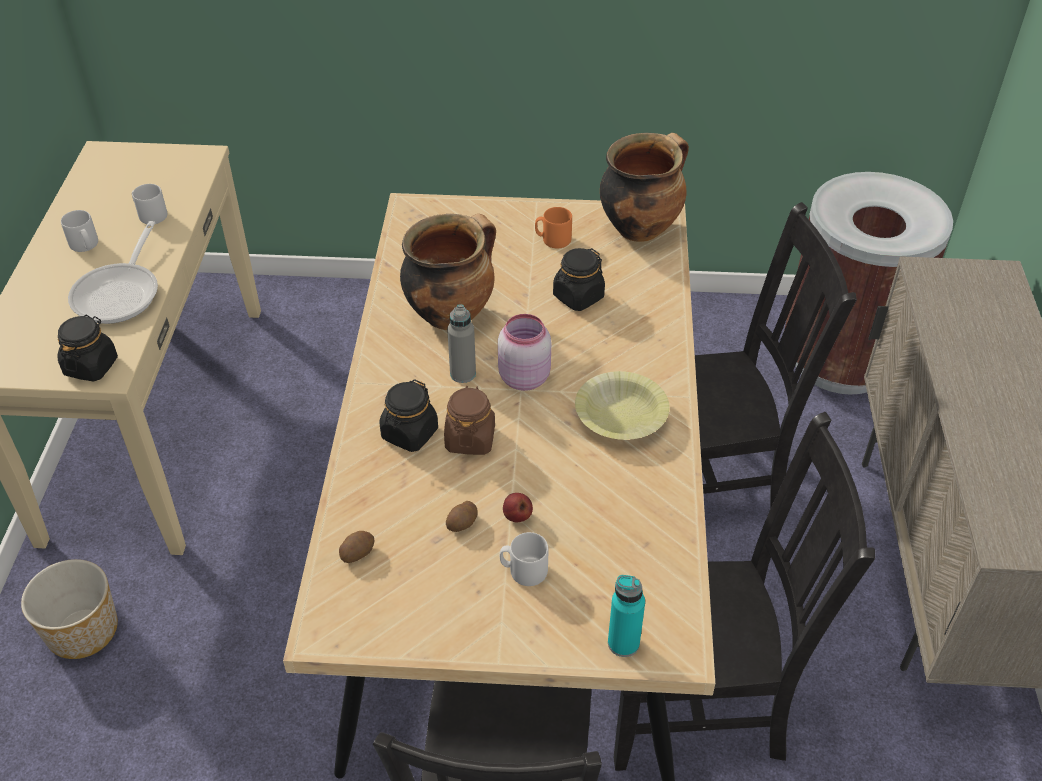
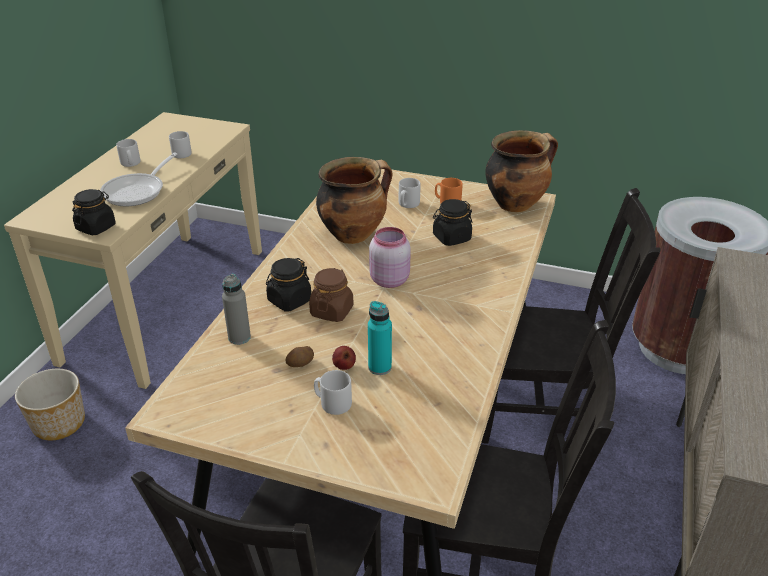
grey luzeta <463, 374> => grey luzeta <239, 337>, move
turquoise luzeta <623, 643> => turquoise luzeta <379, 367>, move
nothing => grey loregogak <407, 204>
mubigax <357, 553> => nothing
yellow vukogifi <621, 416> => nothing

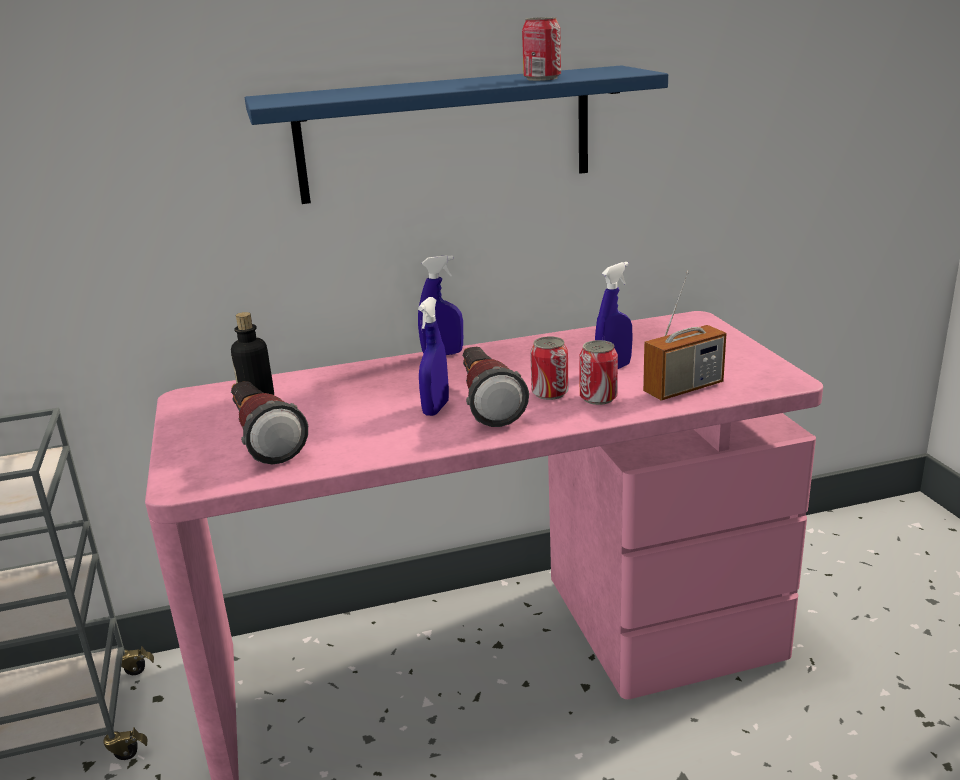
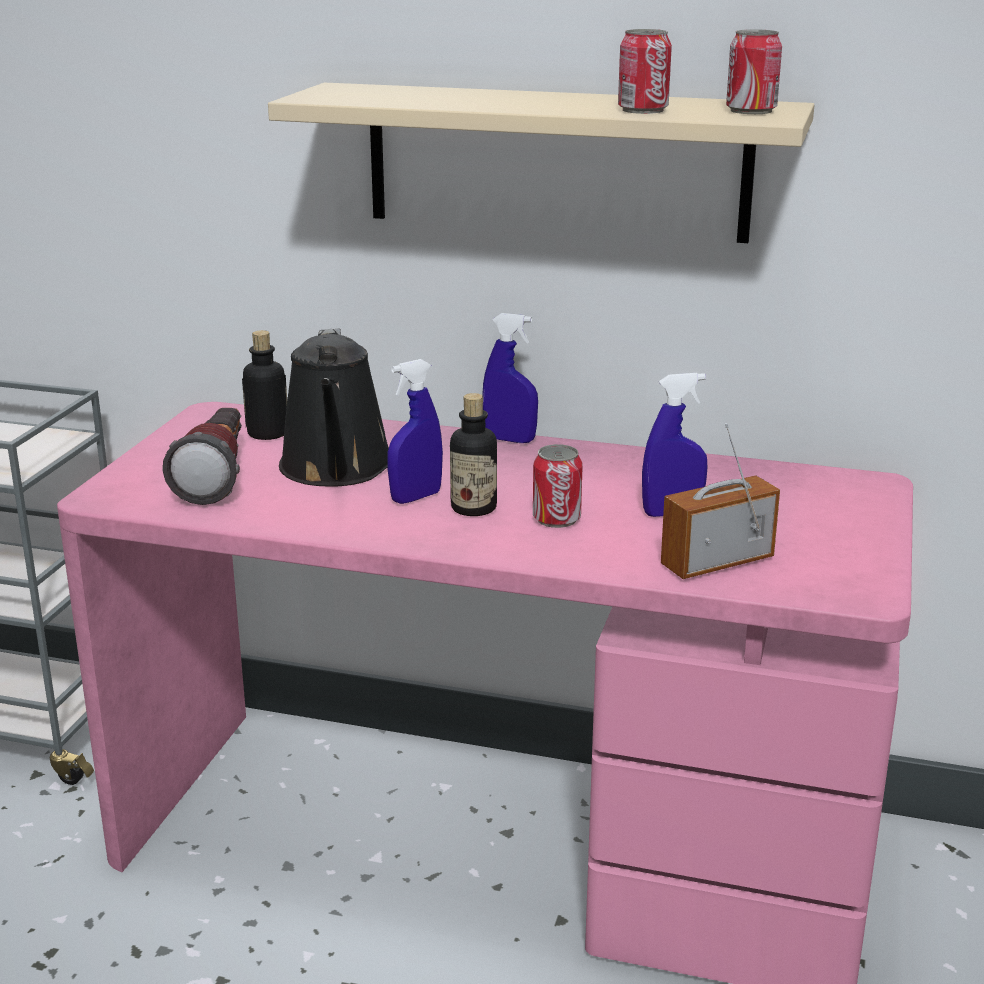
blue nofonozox <445, 134> => beige nofonozox <556, 162>
nothing => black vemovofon <336, 469>
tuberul <486, 403> => luzeta <473, 508>
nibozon <683, 388> => nibozon <717, 562>, 150 degrees clockwise
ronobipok <598, 398> => ronobipok <751, 111>, move

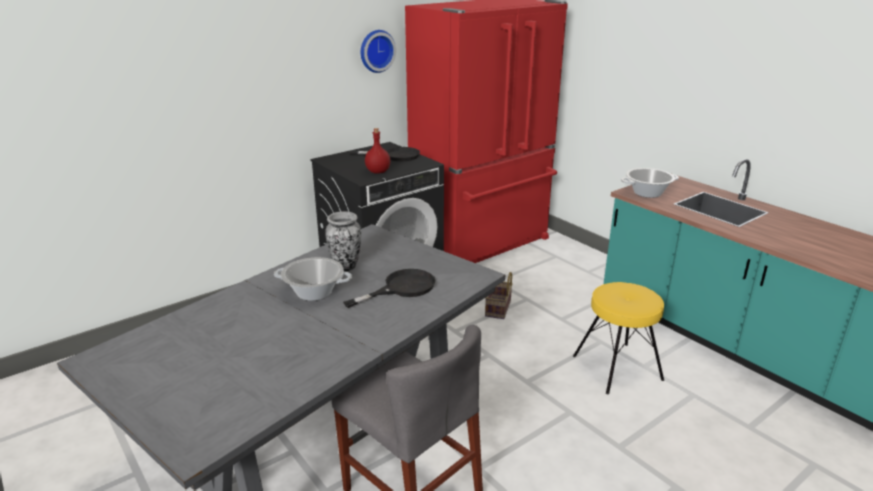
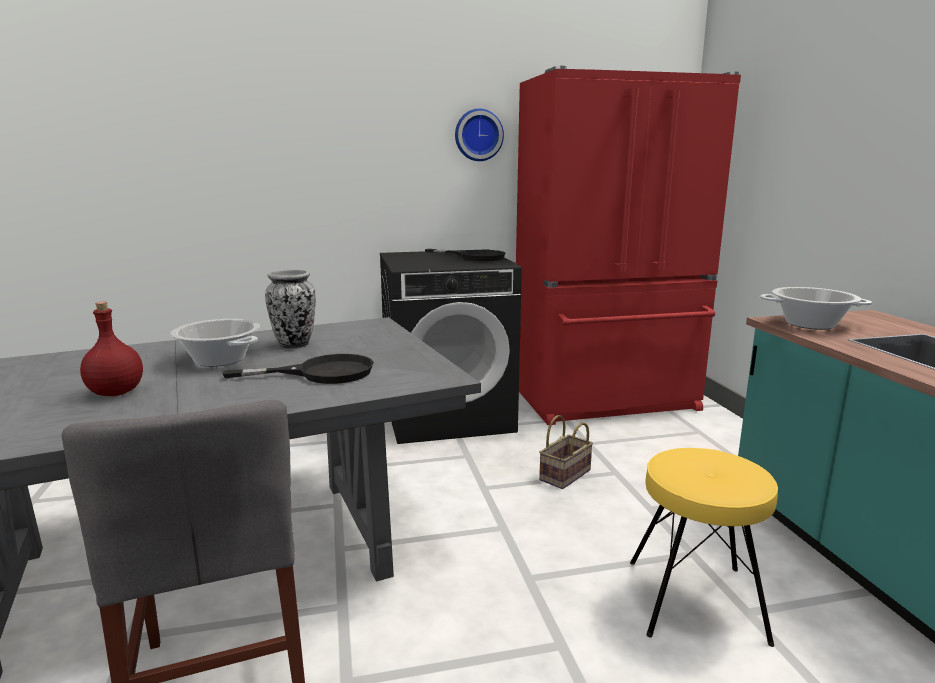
red luzeta <378, 171> => red luzeta <117, 392>, move

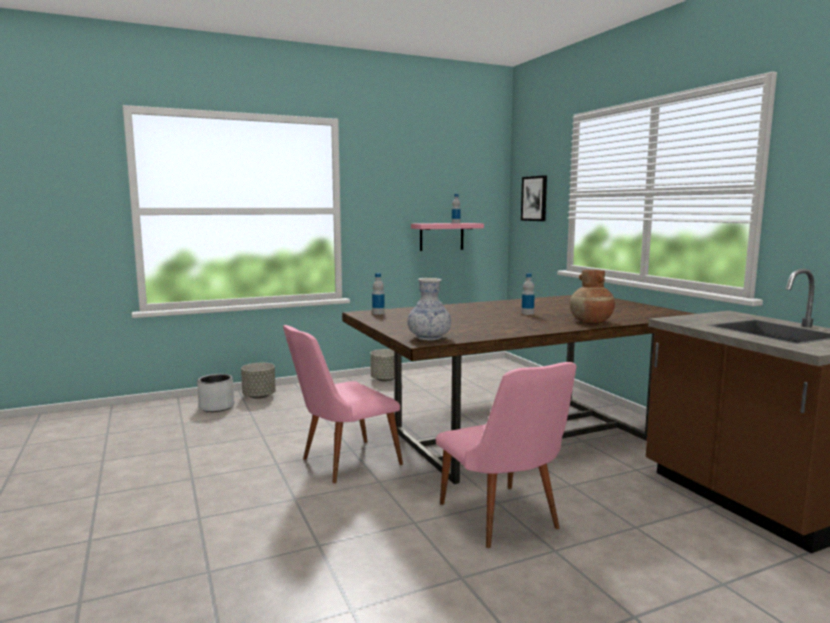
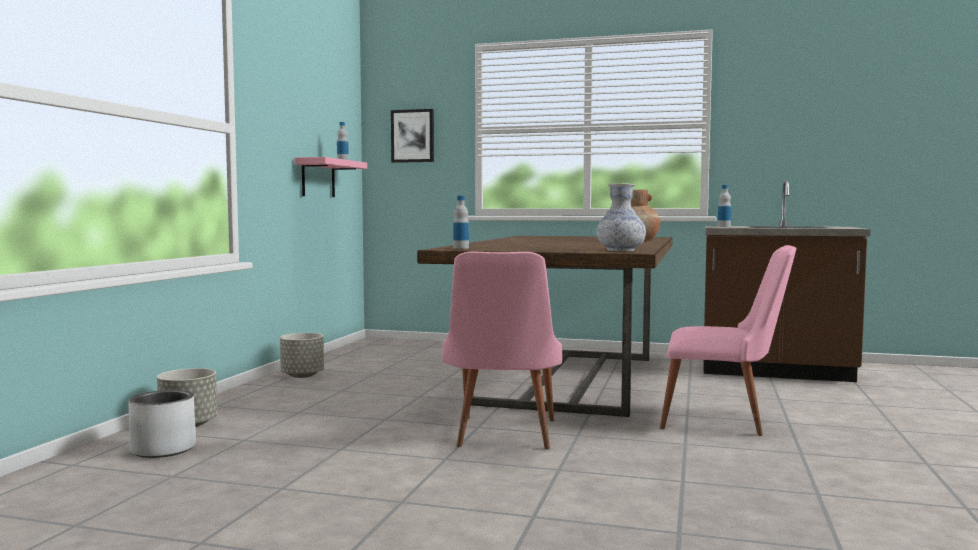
luzeta <527, 313> => luzeta <724, 226>, move

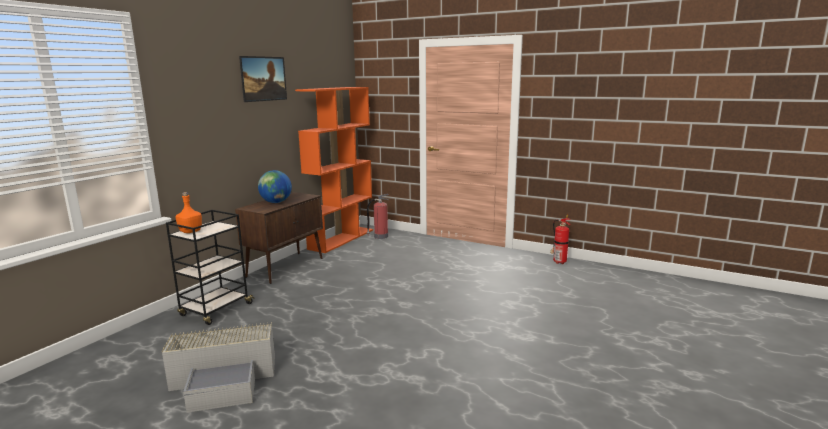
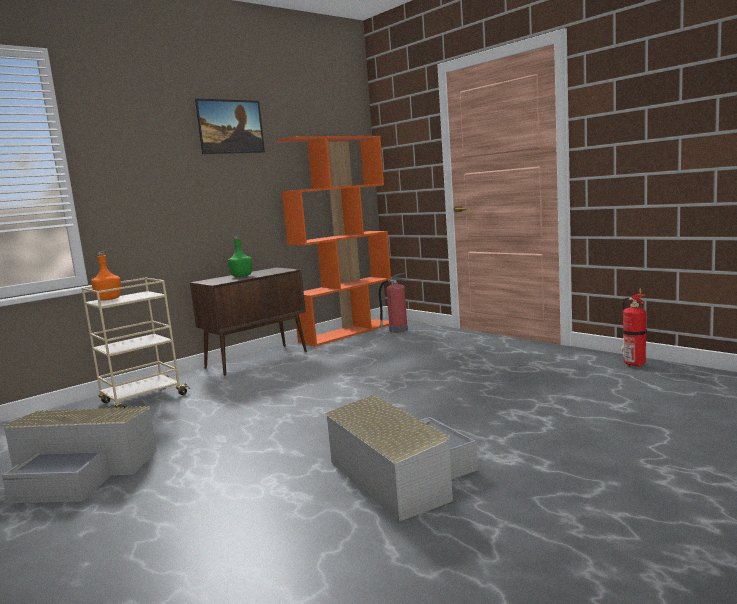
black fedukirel <216, 310> => beige fedukirel <142, 399>
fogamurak <276, 202> => green luzeta <241, 276>
nothing => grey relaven <400, 474>

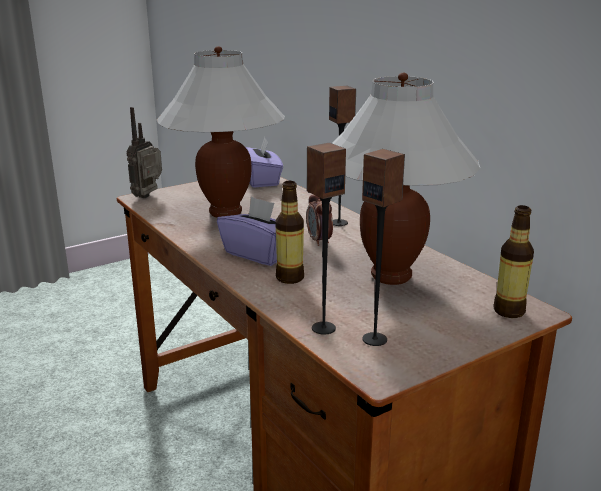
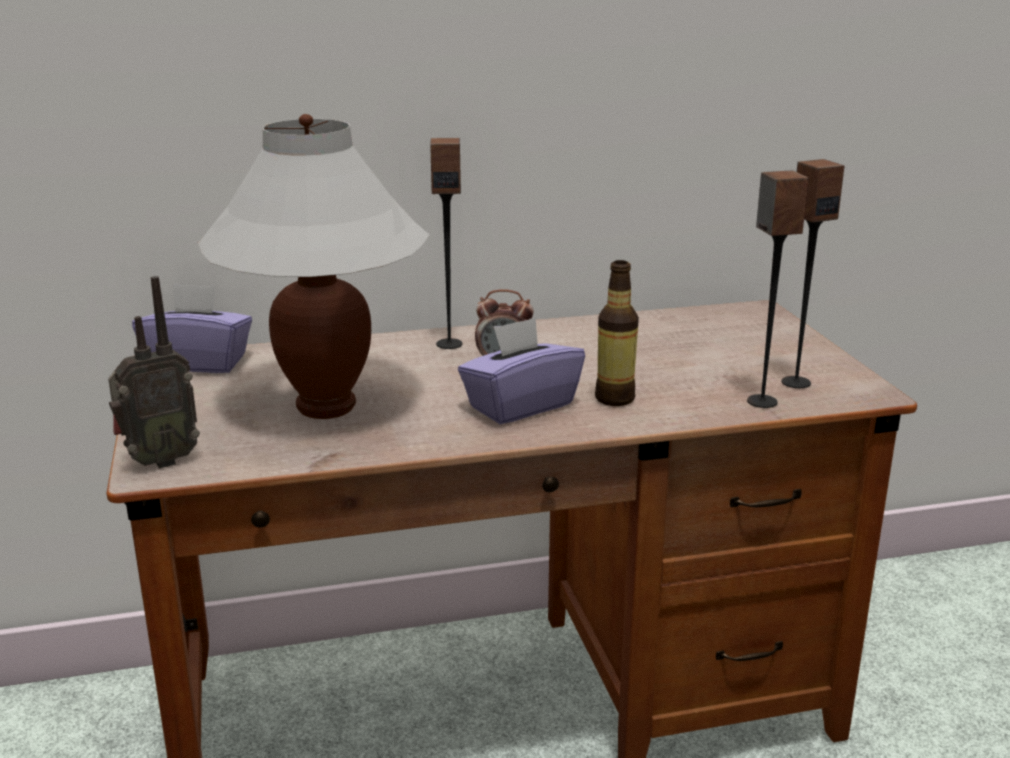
nibozon <149, 196> => nibozon <158, 461>, 75 degrees counterclockwise
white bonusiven <390, 276> => nothing
luzeta <509, 311> => nothing

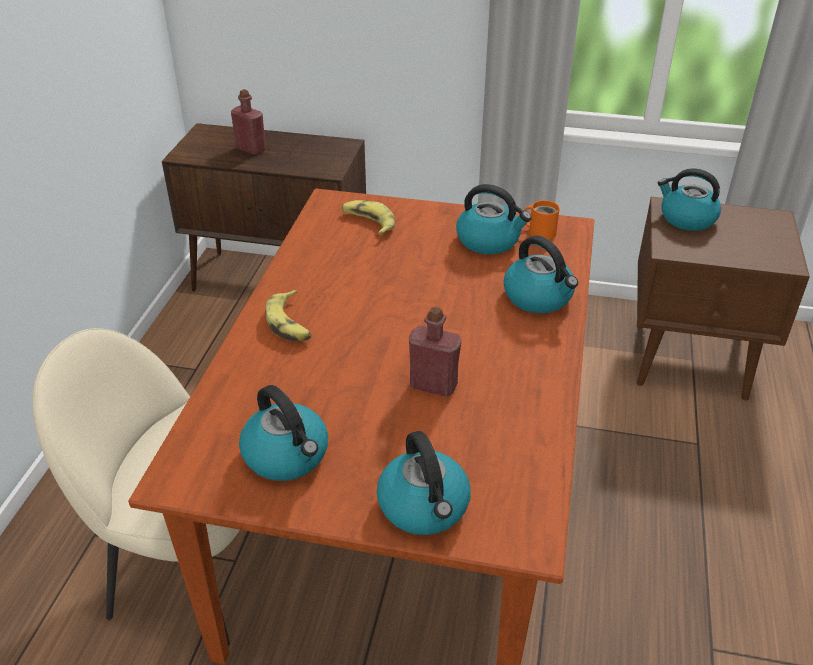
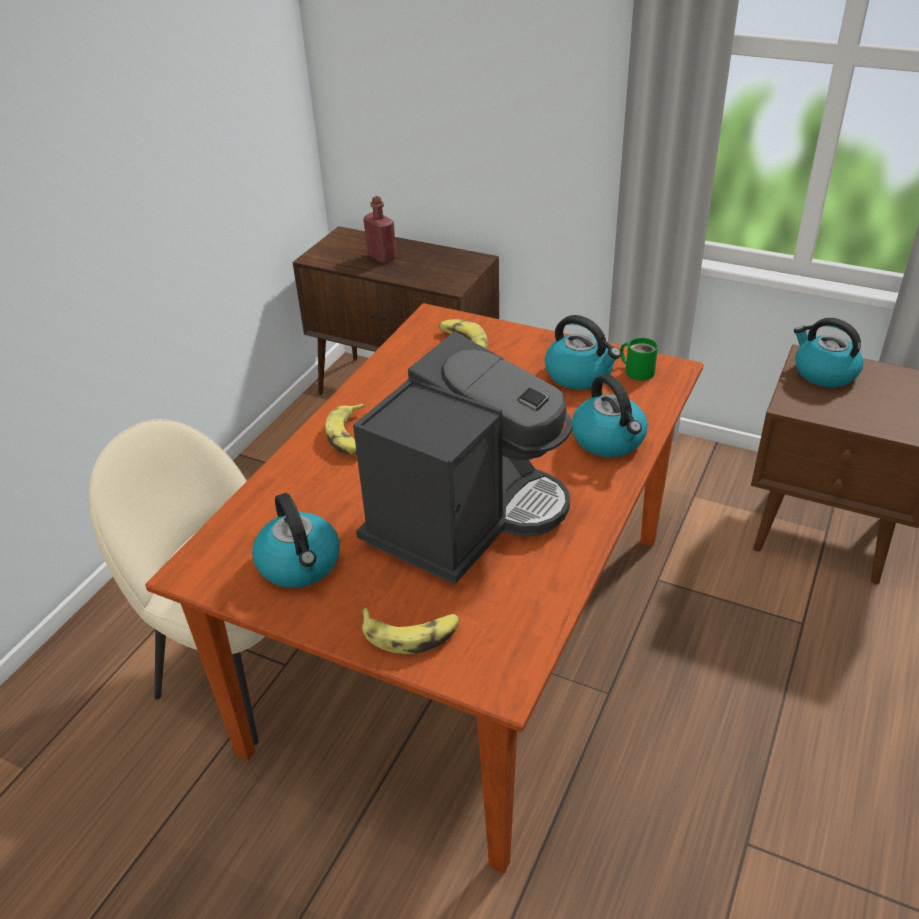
red luzeta <433, 385> => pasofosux <465, 516>
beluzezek <424, 507> => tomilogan <411, 634>
orange loregogak <540, 232> => green loregogak <638, 371>

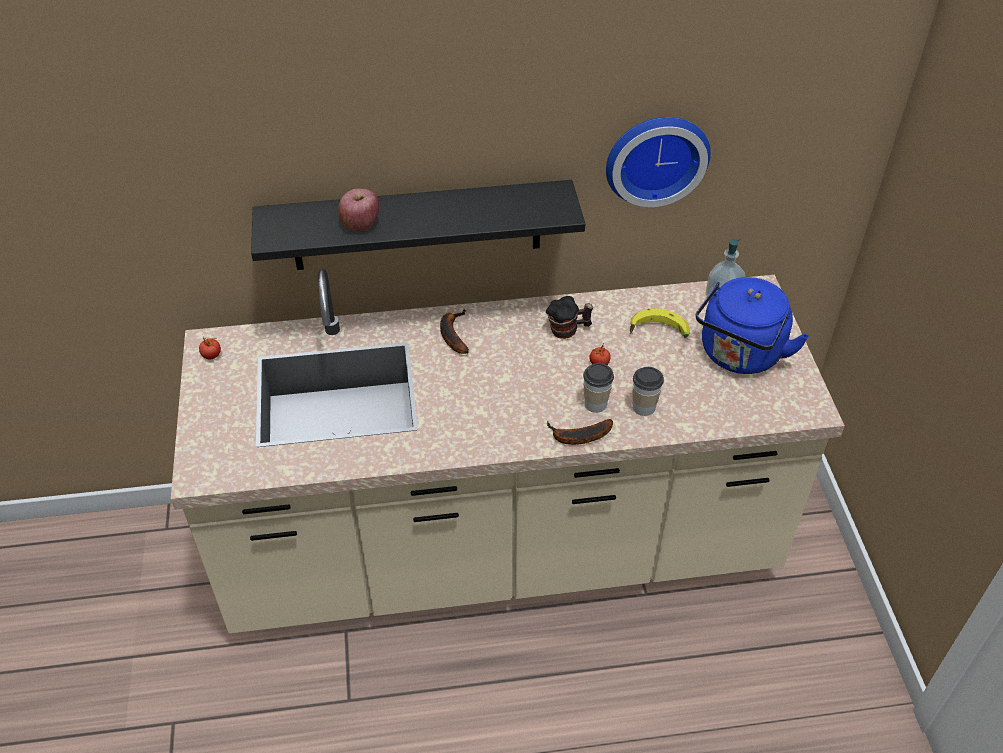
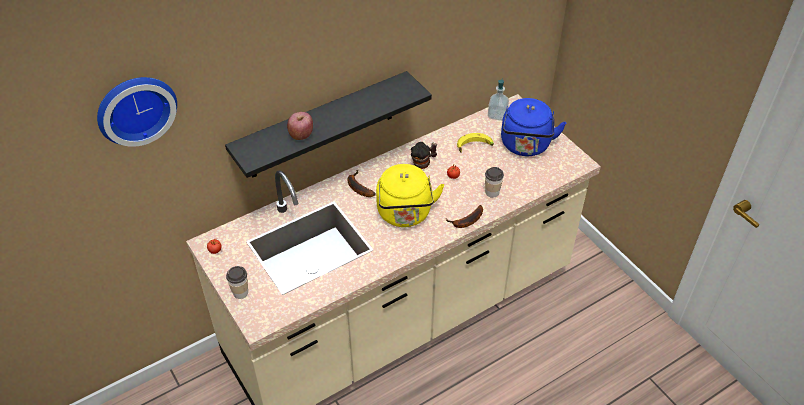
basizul <655, 156> => basizul <135, 108>, move
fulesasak <595, 404> => fulesasak <240, 292>, move
nothing => yellow beluzezek <405, 214>

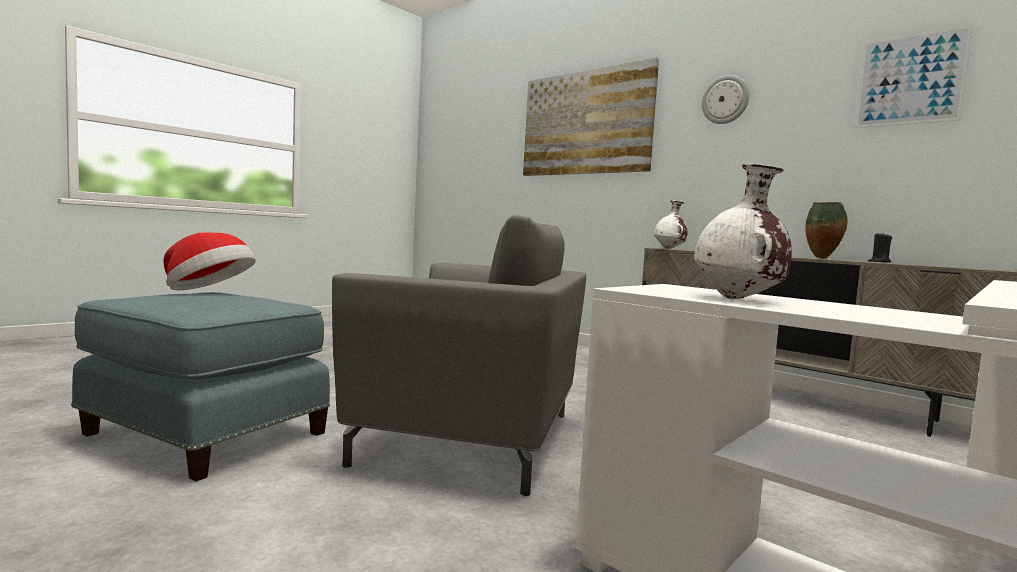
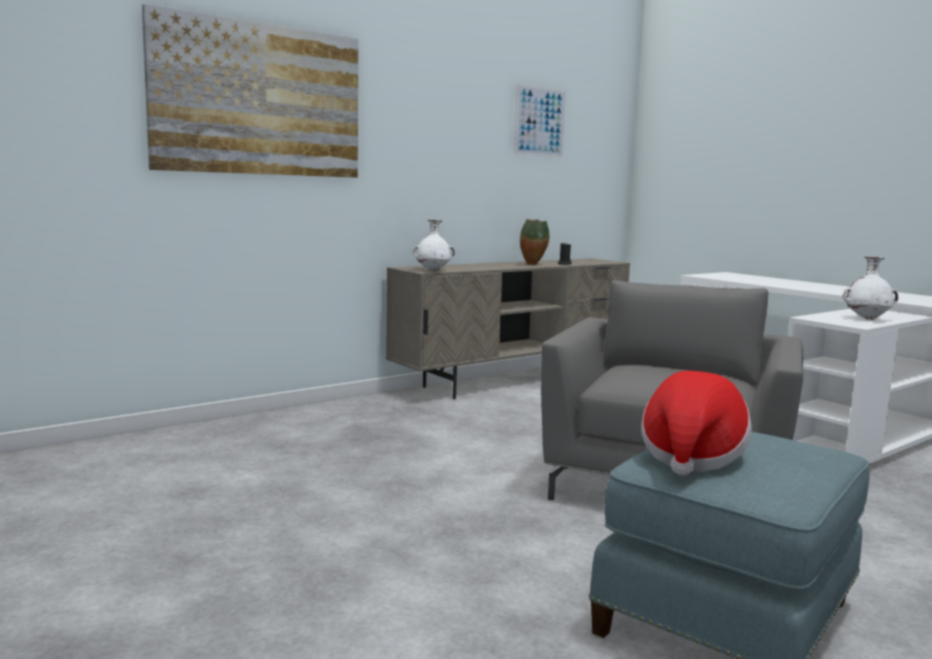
basizul <725, 100> => nothing

